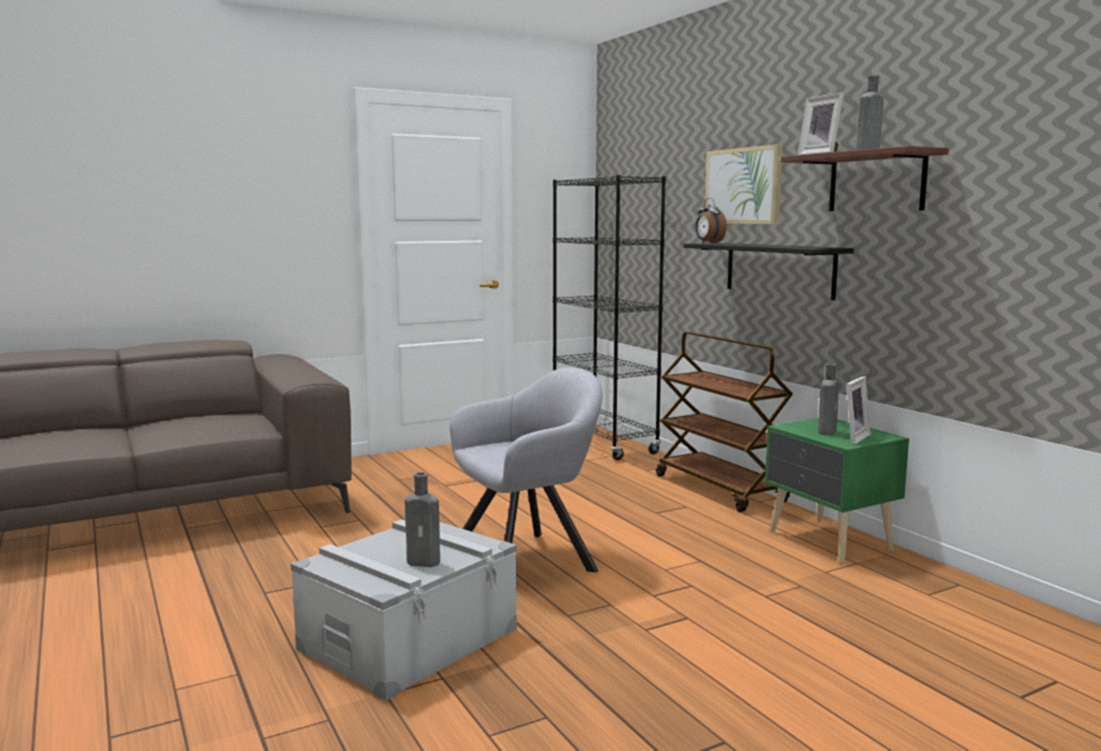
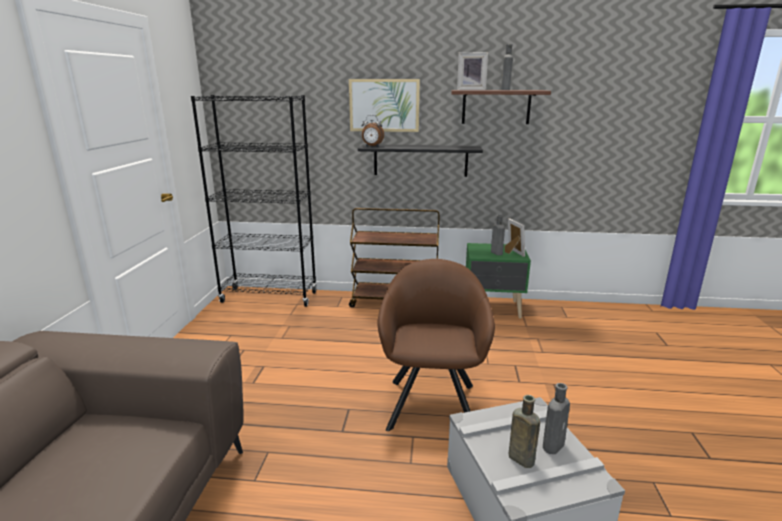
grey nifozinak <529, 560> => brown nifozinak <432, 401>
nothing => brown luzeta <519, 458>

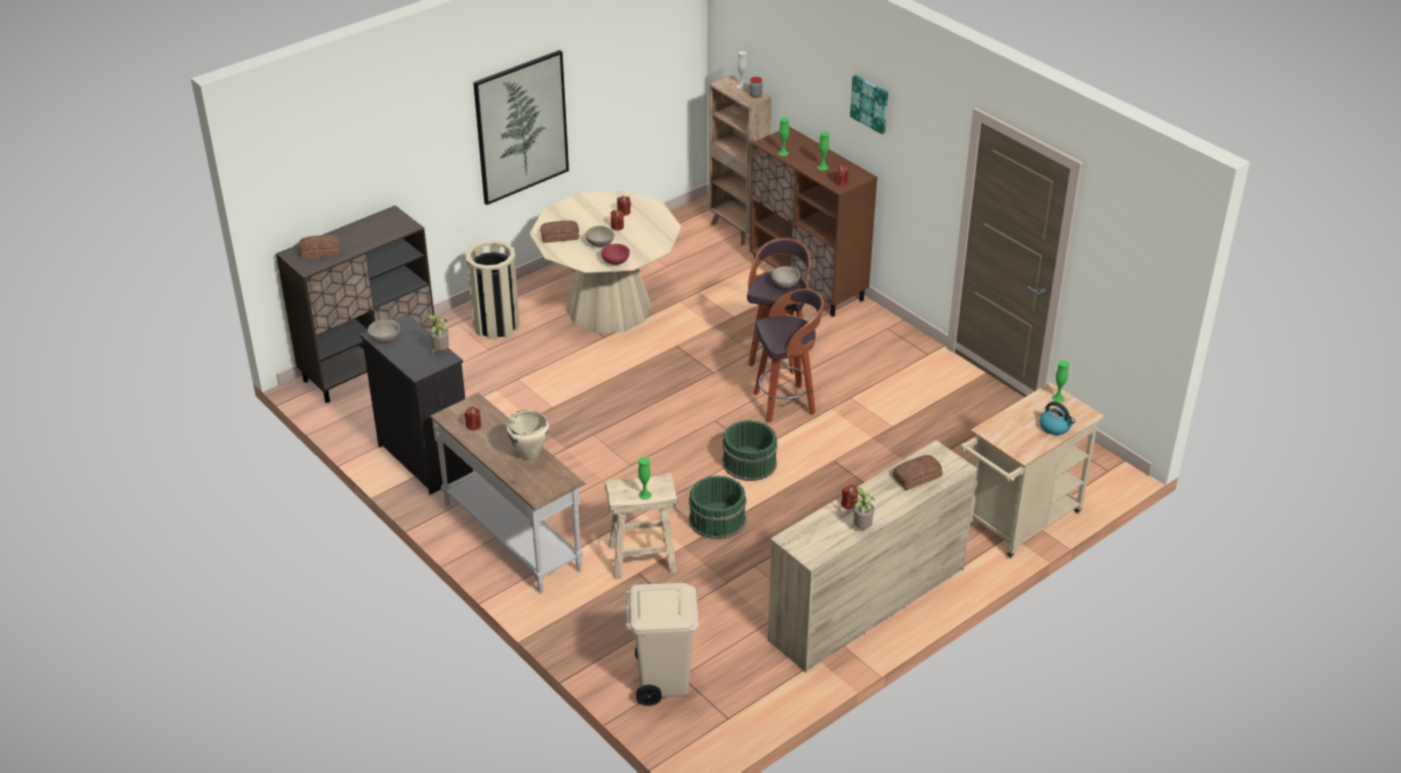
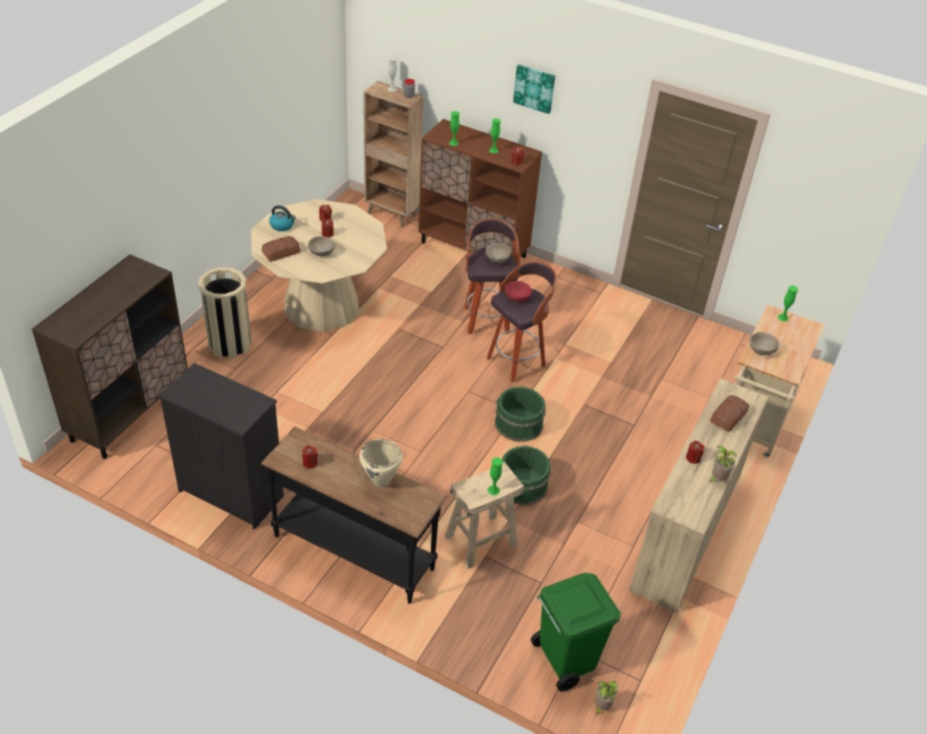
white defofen <513, 536> => black defofen <354, 551>
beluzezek <1055, 427> => beluzezek <282, 225>, move
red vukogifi <616, 261> => red vukogifi <517, 298>, move
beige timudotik <662, 680> => green timudotik <565, 660>
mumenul <439, 352> => mumenul <601, 707>, move
beige vukogifi <385, 339> => beige vukogifi <761, 350>, move
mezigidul <320, 252> => nothing
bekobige <521, 127> => nothing

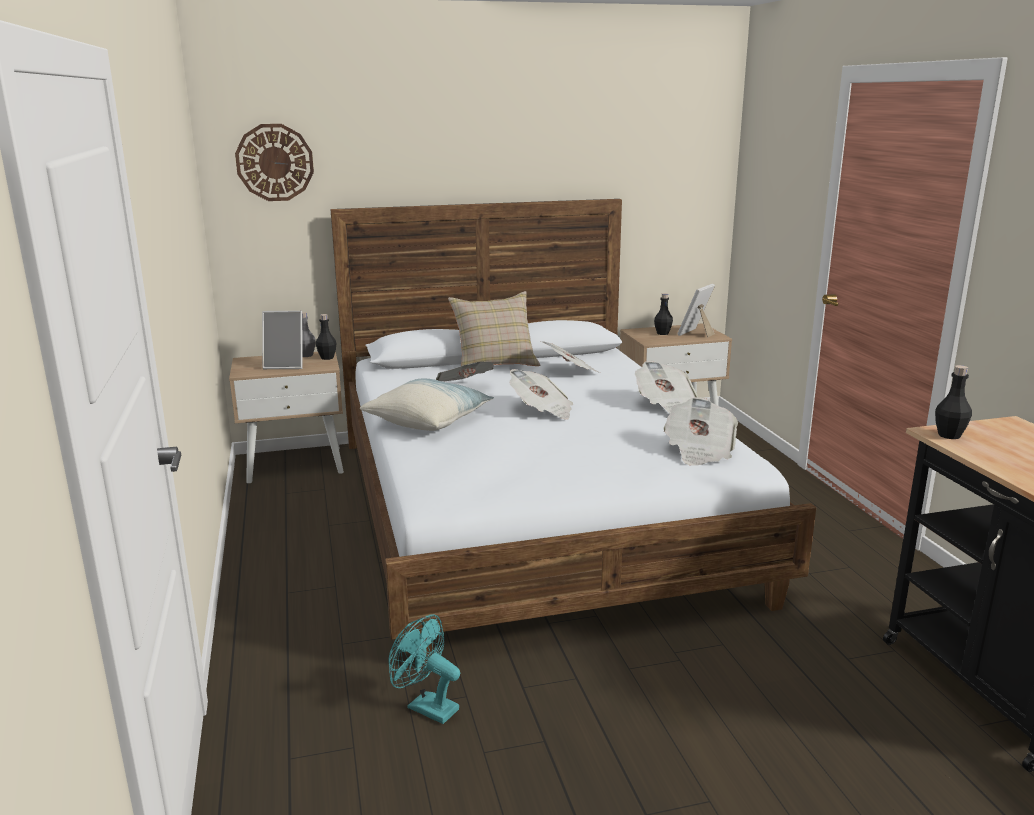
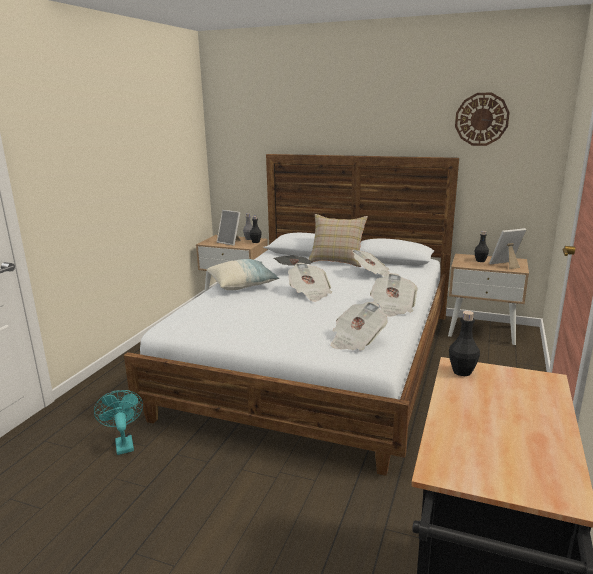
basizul <274, 162> => basizul <481, 119>, move

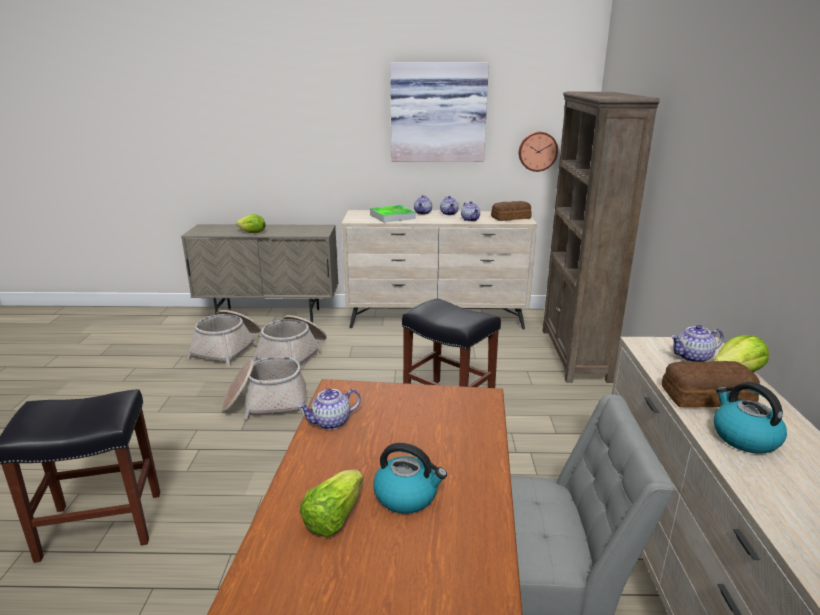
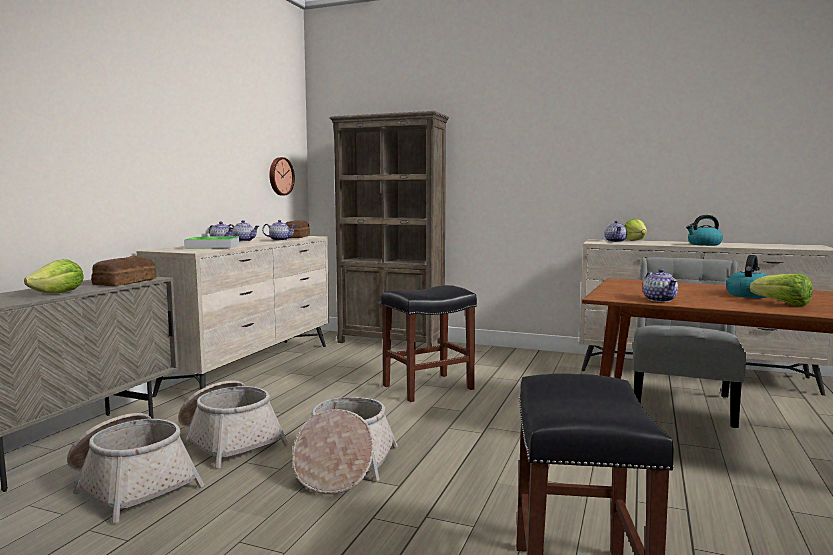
mezigidul <705, 396> => mezigidul <123, 282>, move
bekobige <438, 113> => nothing

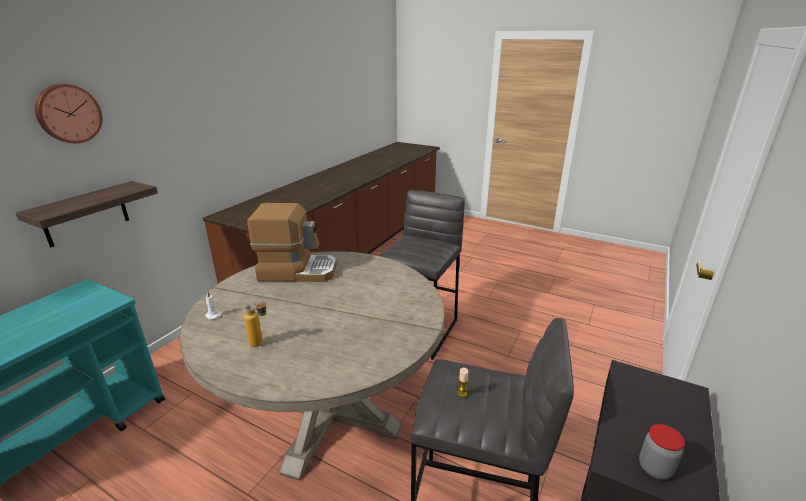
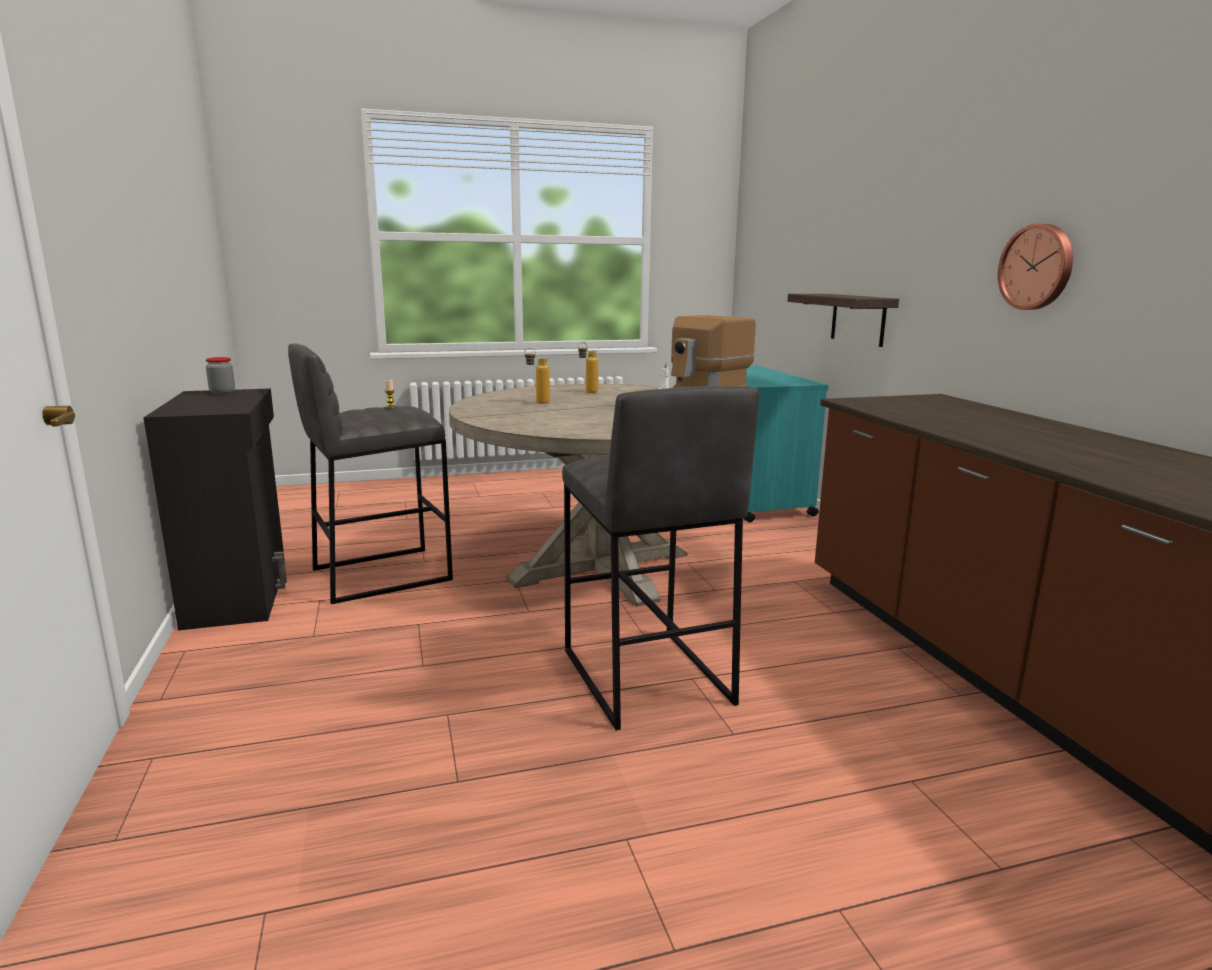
nothing => luzeta <537, 402>
basizul <68, 113> => basizul <1037, 267>, move

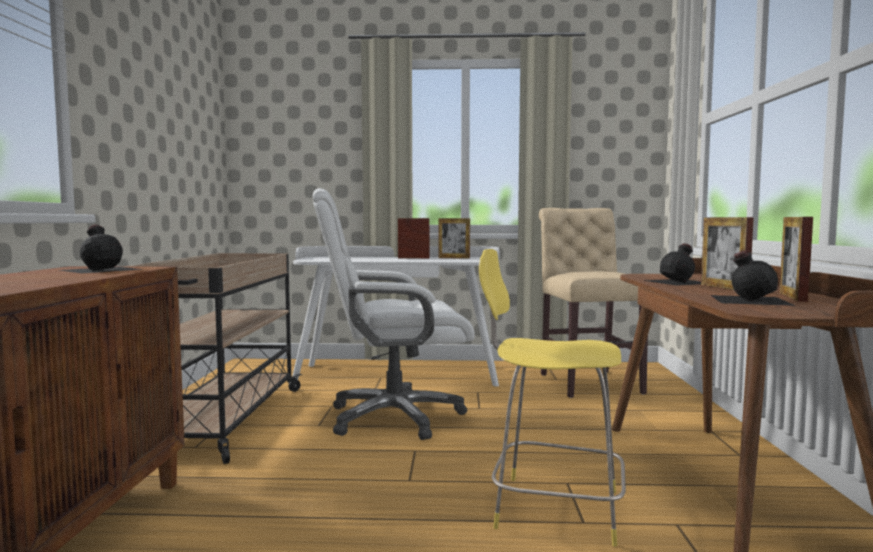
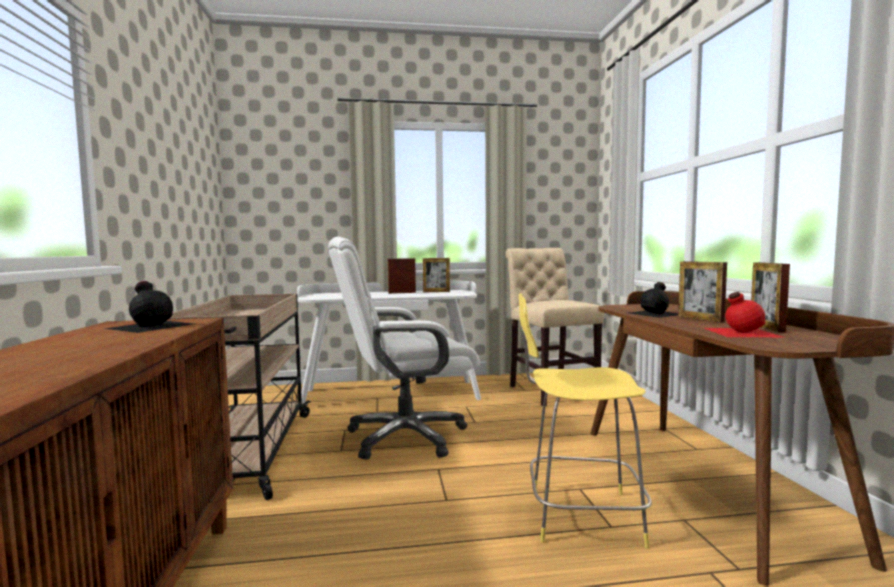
black luzeta <748, 299> => red luzeta <740, 332>

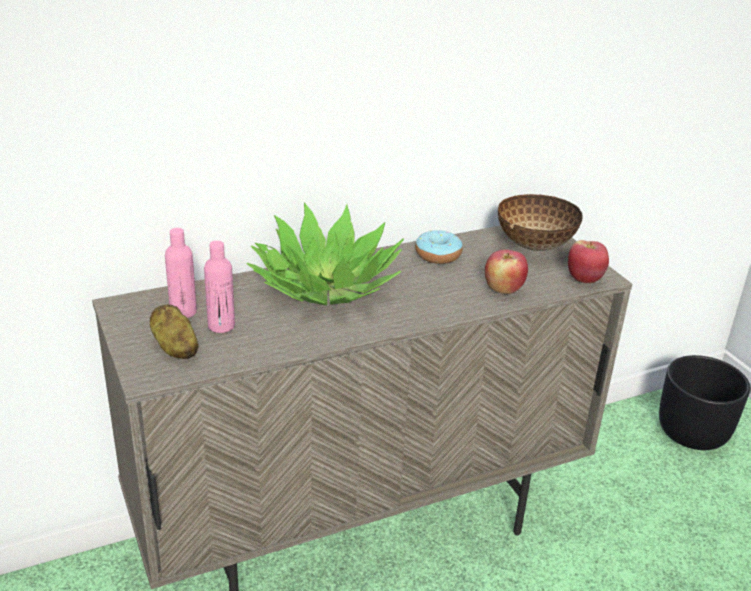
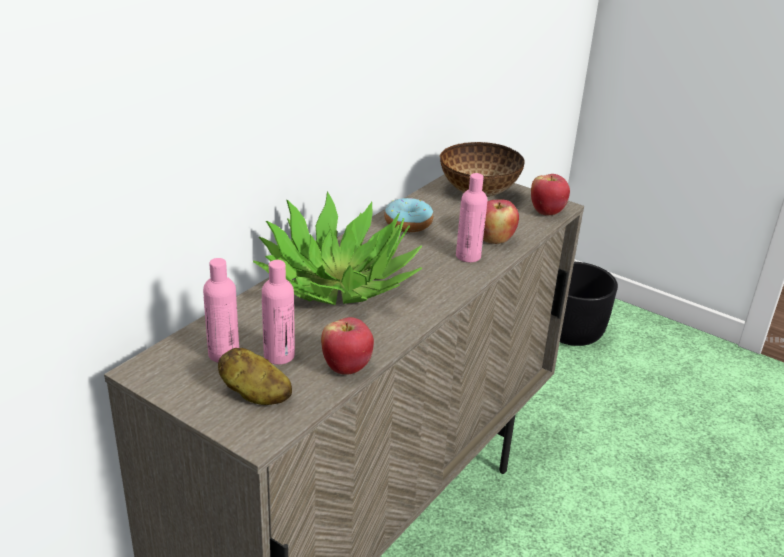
nothing => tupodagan <346, 367>
nothing => pink luzeta <468, 256>

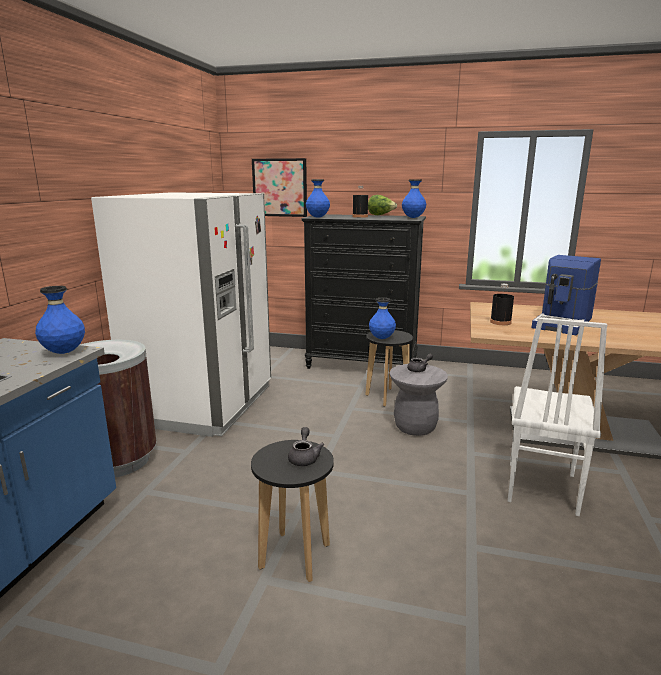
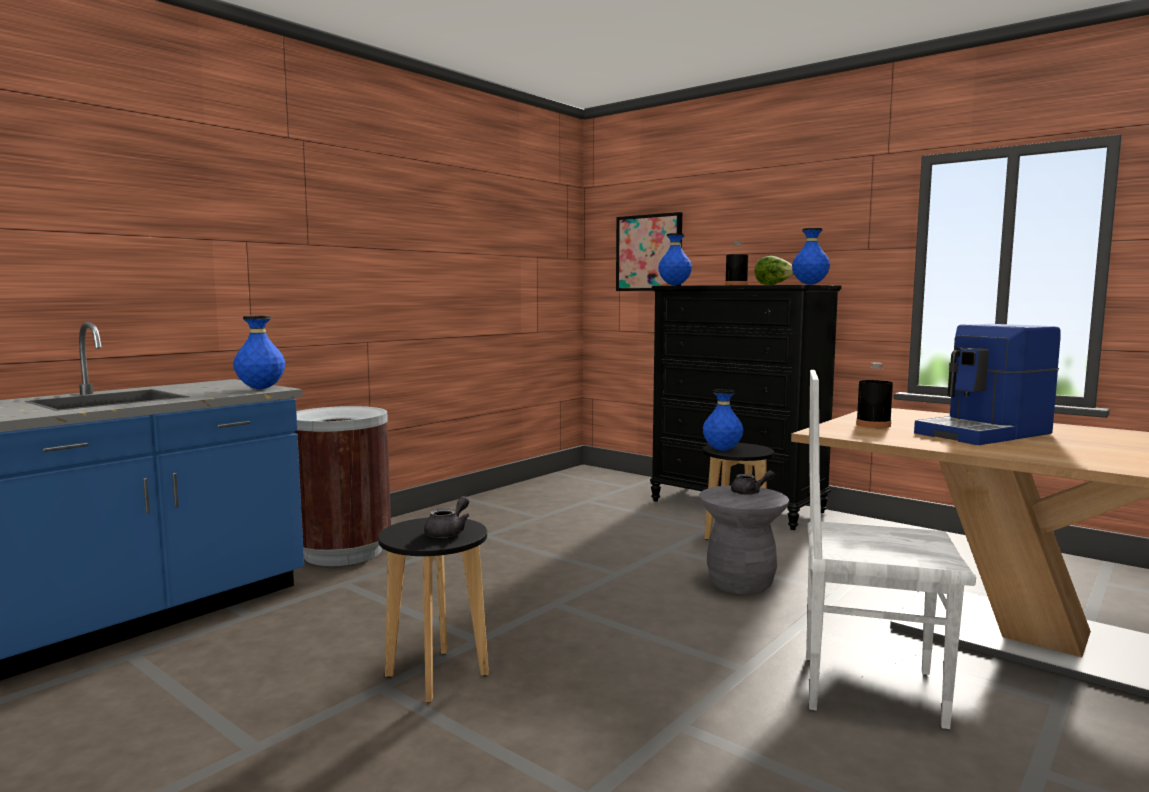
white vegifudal <540, 488> => white vegifudal <869, 688>, 60 degrees clockwise
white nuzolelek <203, 404> => nothing

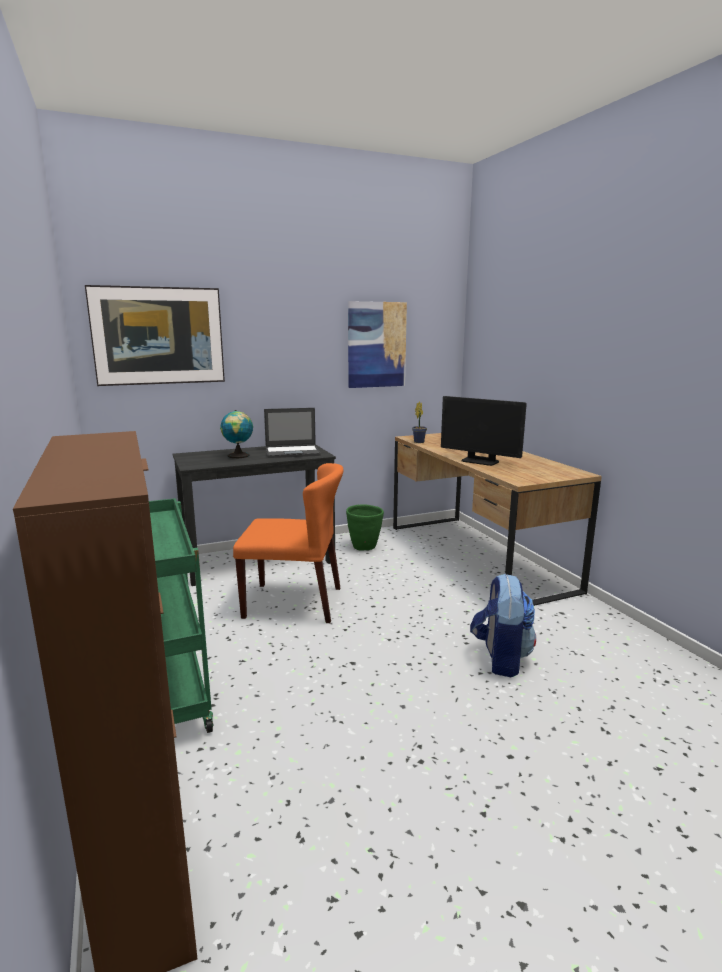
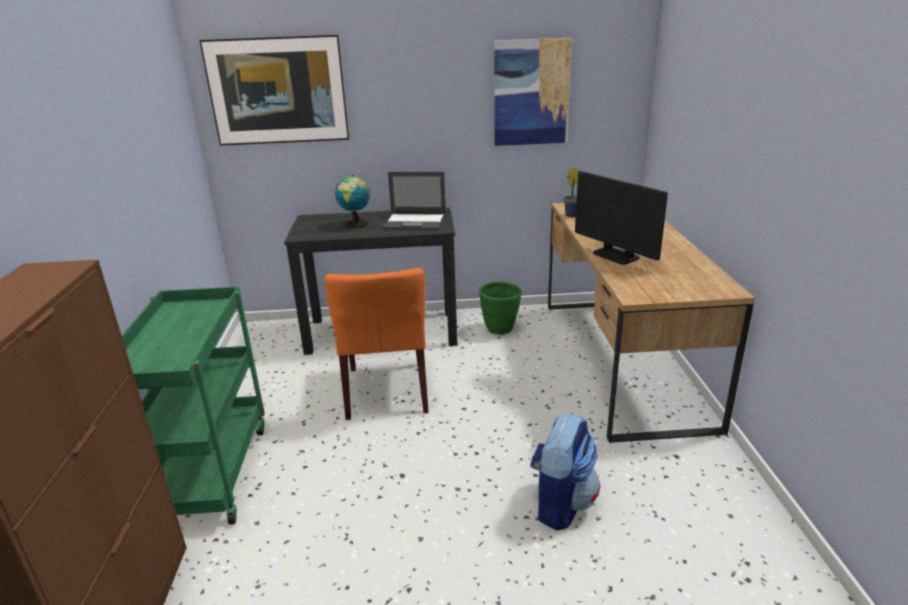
orange vegifudal <294, 602> => orange vegifudal <387, 390>, 60 degrees clockwise

